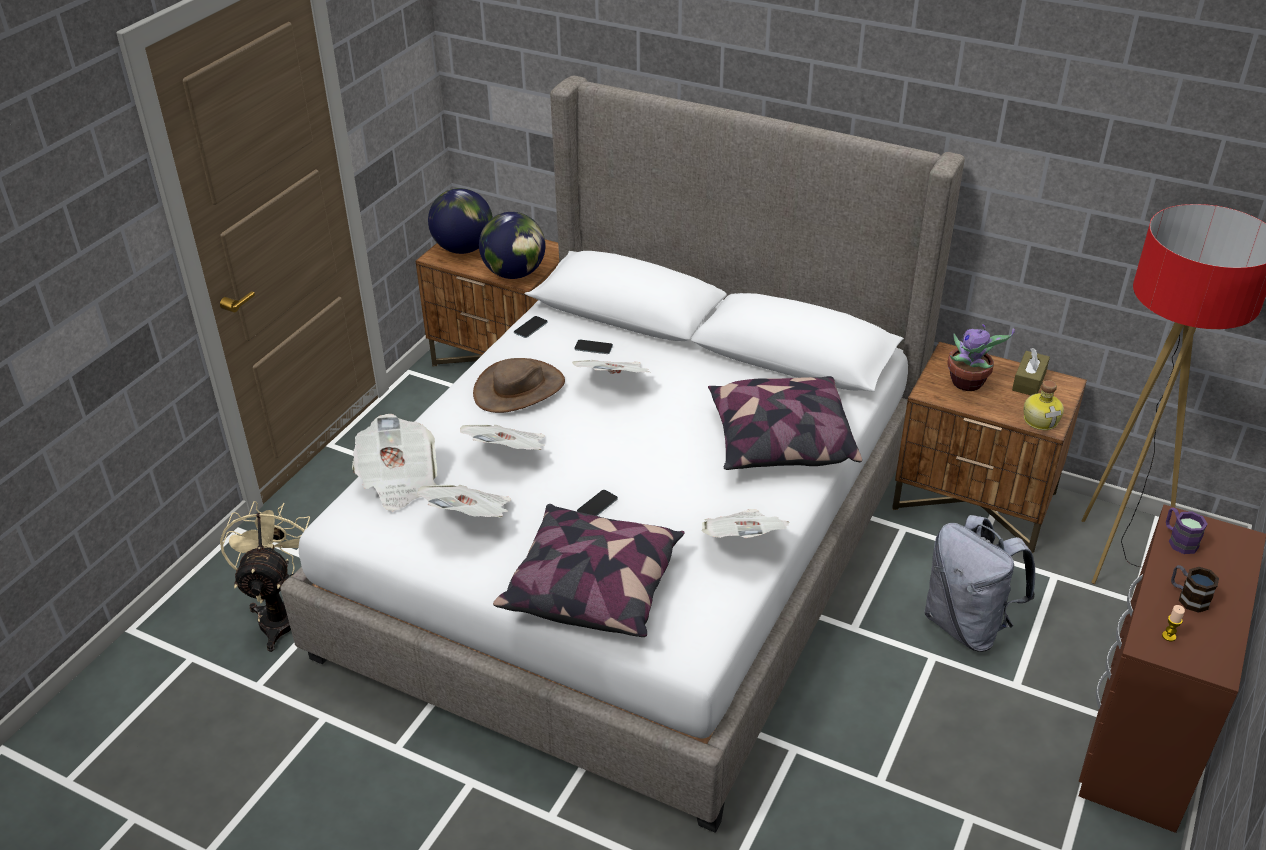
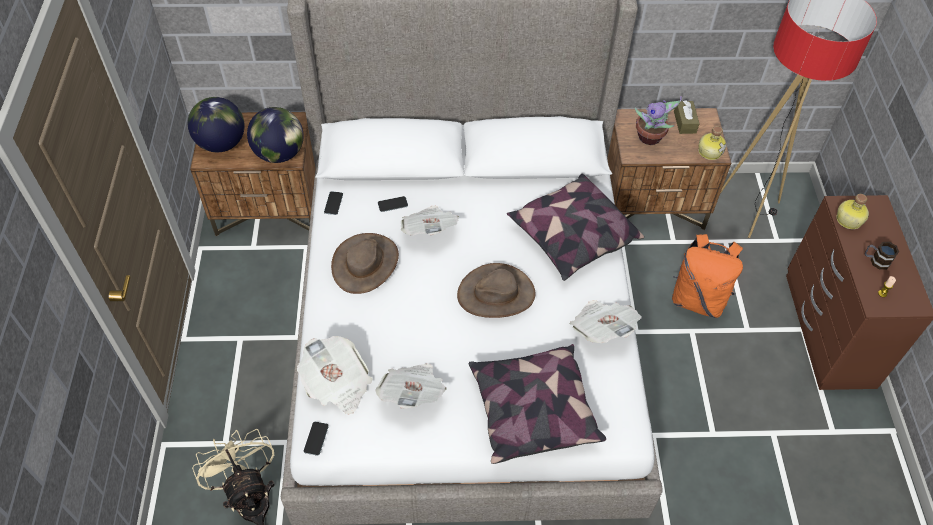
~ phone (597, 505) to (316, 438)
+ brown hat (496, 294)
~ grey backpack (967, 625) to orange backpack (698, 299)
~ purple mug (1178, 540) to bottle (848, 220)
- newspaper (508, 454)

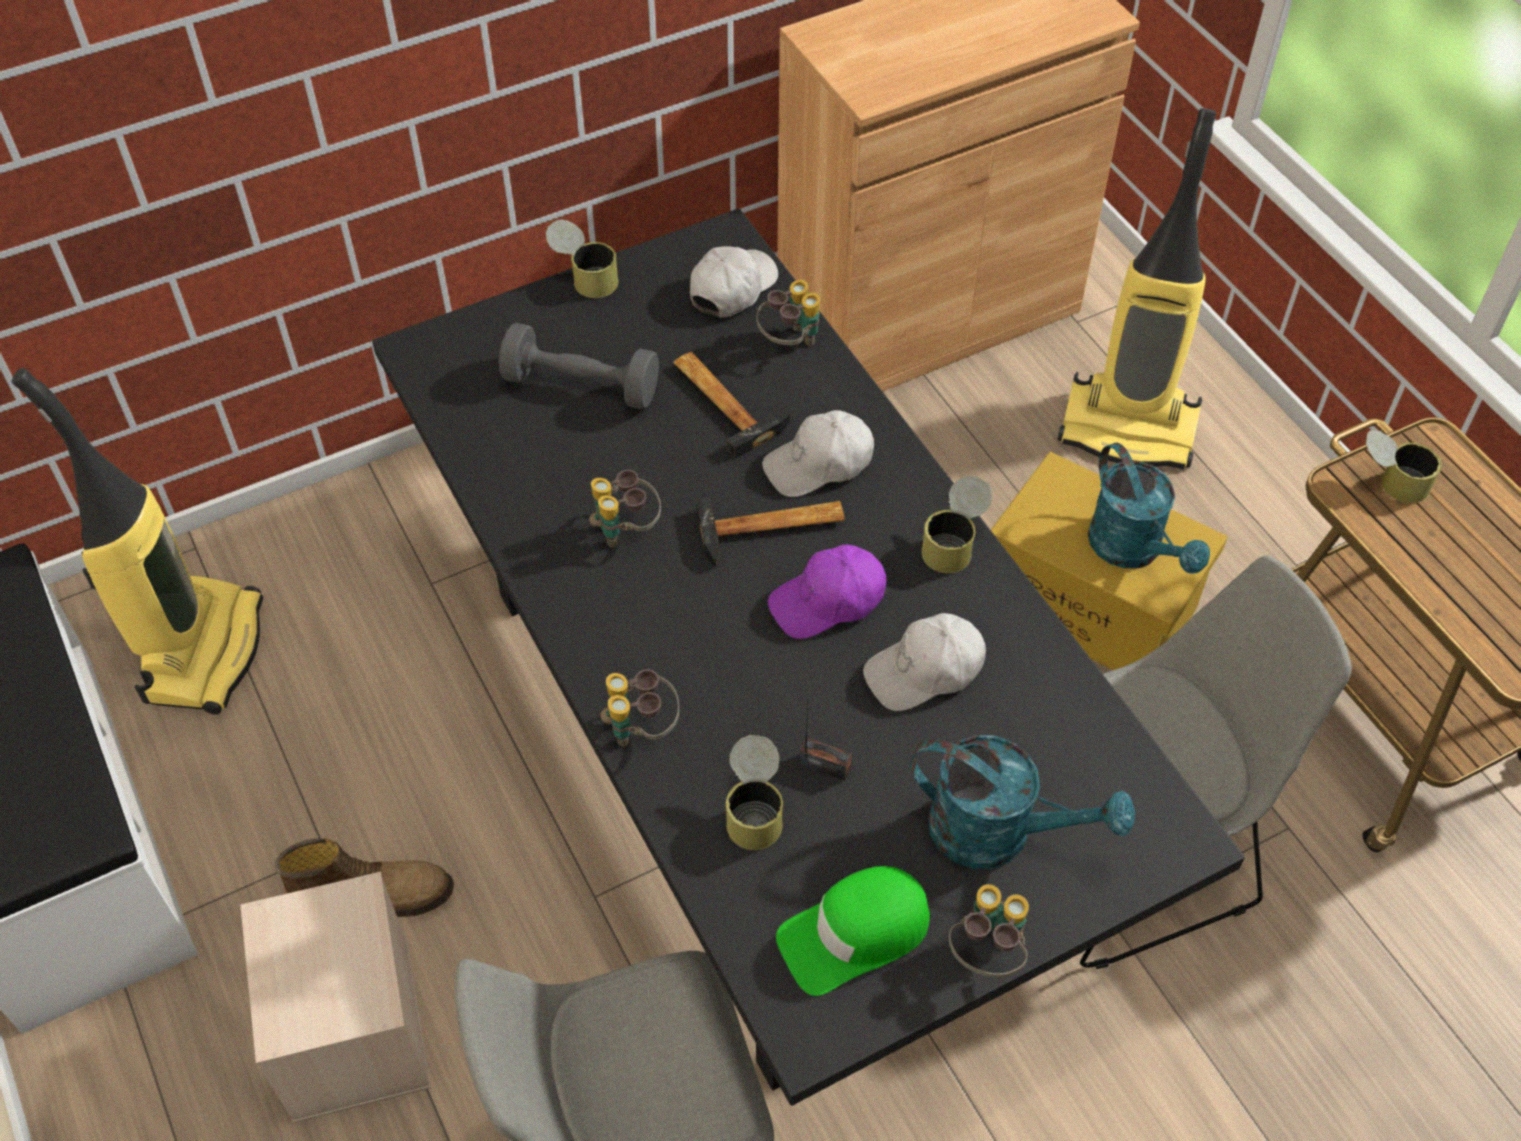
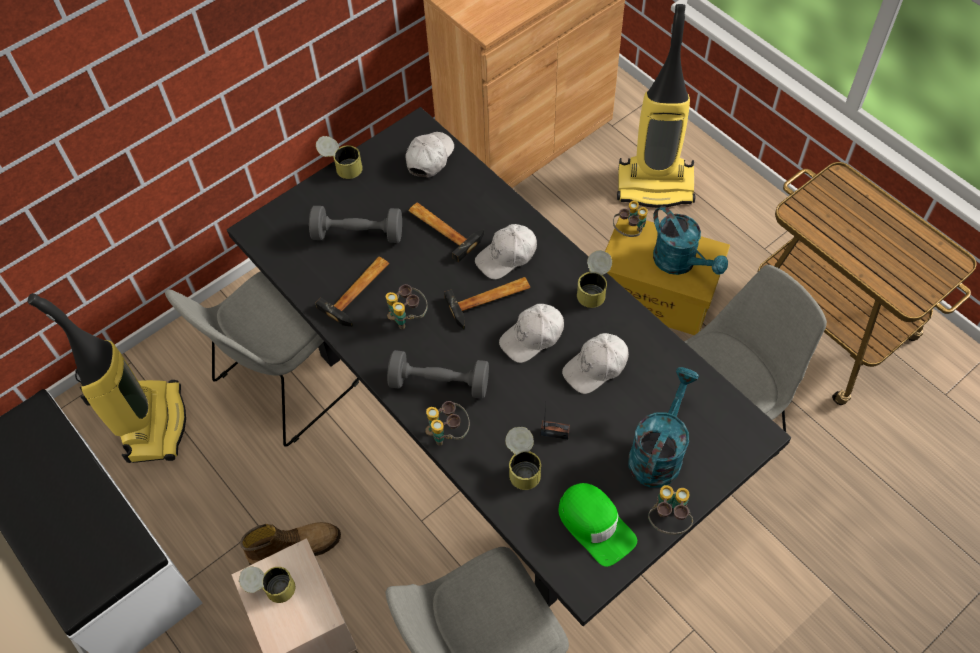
+ grey chair (284, 384)
~ can (1390, 482) to (271, 588)
+ hammer (360, 291)
+ grey dumbbell (439, 383)
~ purple cap (828, 601) to white cap (532, 337)
~ green cap (855, 934) = (595, 525) 90 degrees counterclockwise
~ binoculars (790, 342) to (629, 232)
~ turquoise watering can (998, 833) = (658, 451) 75 degrees counterclockwise

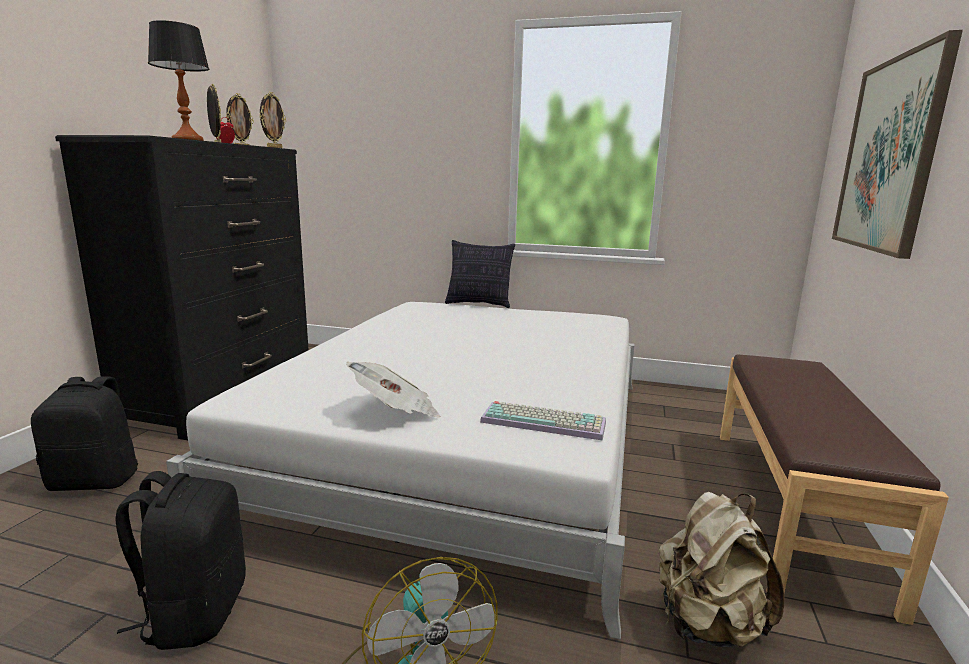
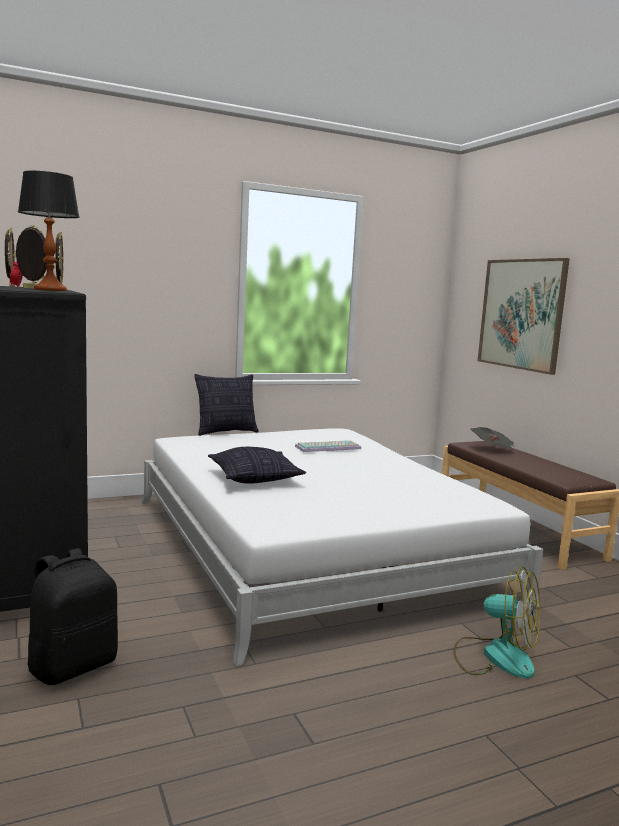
+ pillow (255, 478)
~ keyboard (545, 421) to (328, 447)
~ newspaper (396, 412) to (493, 450)
- black backpack (195, 612)
- beige backpack (707, 625)

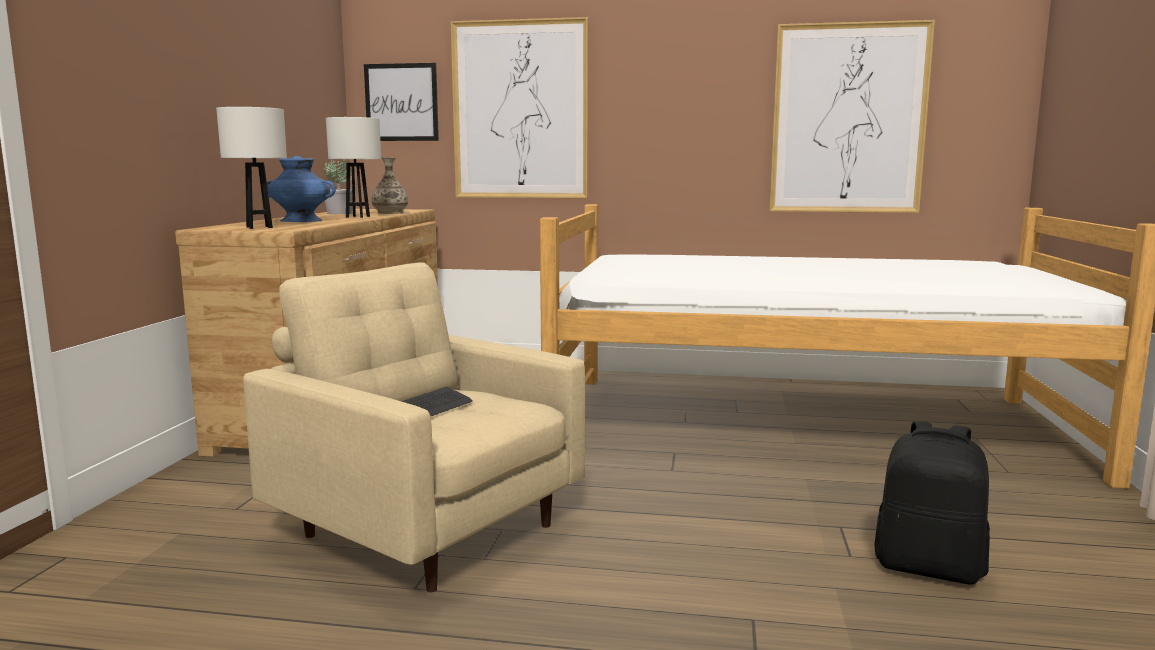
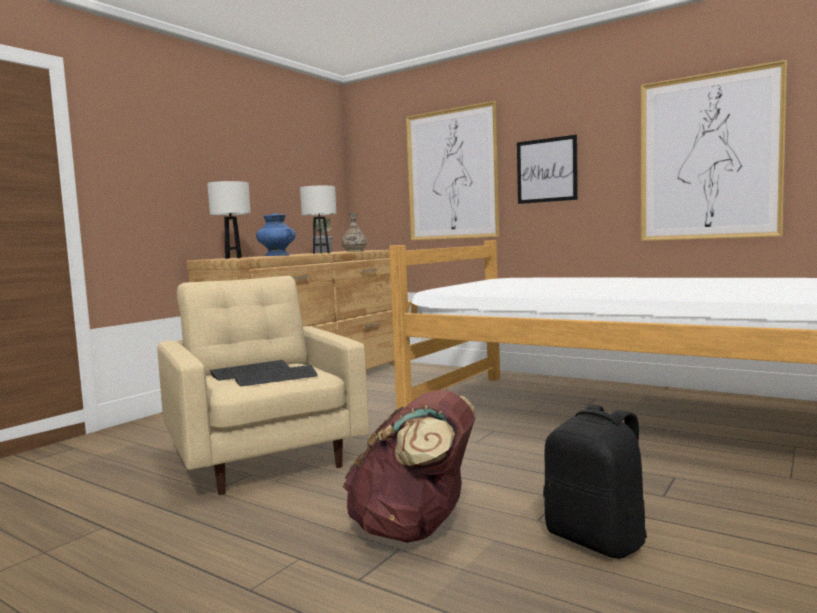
+ keyboard (276, 378)
+ brown backpack (414, 529)
~ picture (401, 102) to (546, 170)

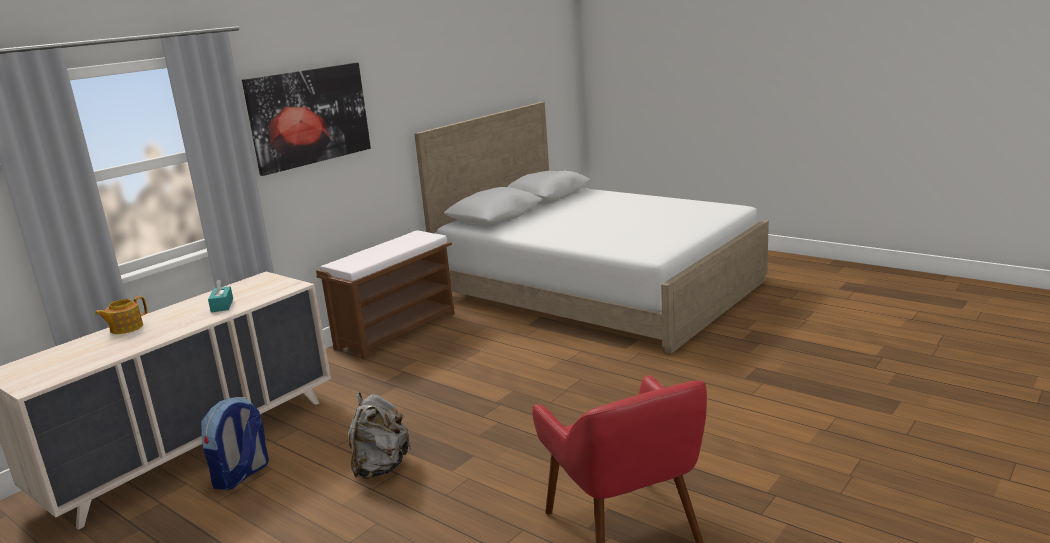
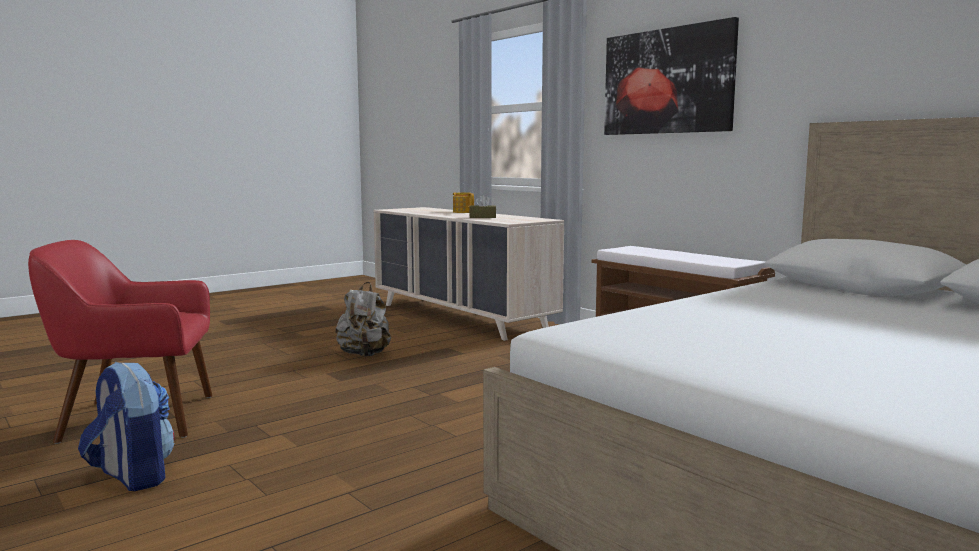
~ backpack (241, 475) to (132, 476)
~ turquoise tissue box (222, 305) to brown tissue box (482, 217)

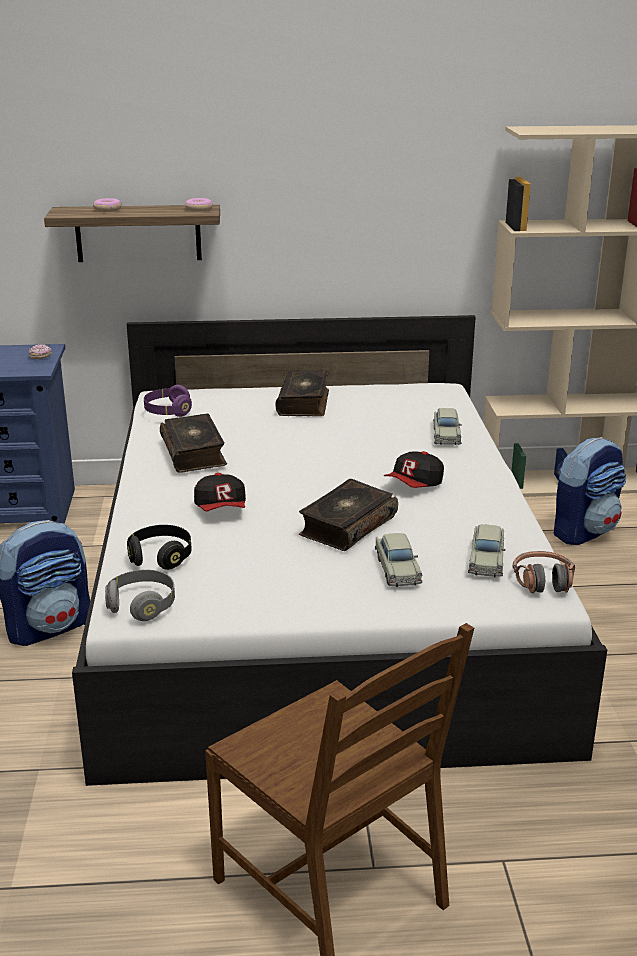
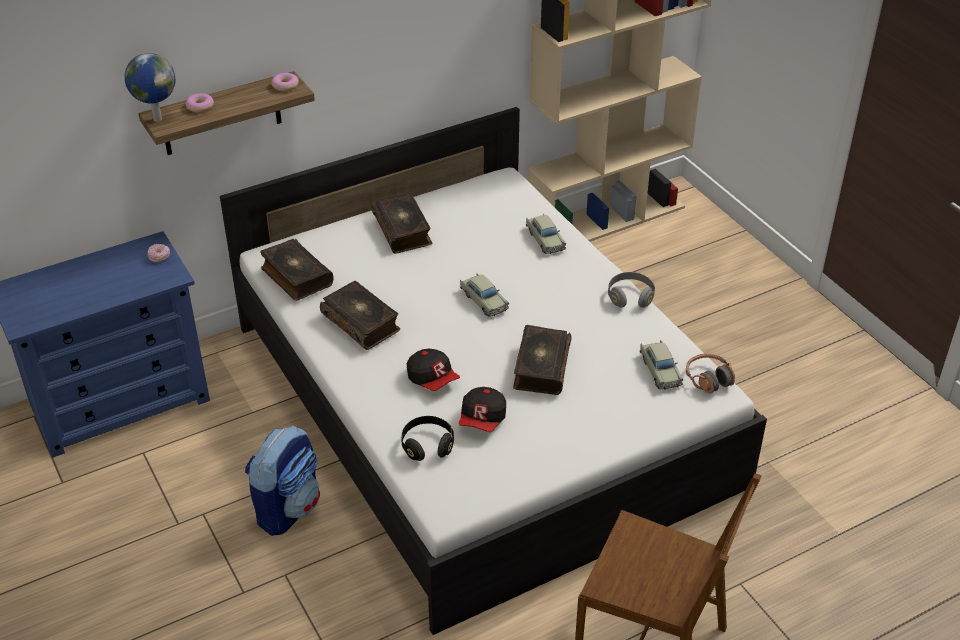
+ globe (157, 119)
~ purple headphones (168, 411) to book (296, 277)
~ cap (415, 485) to (483, 420)
~ beige toy car (397, 569) to (484, 300)
~ grey headphones (142, 605) to (630, 297)
- backpack (583, 531)

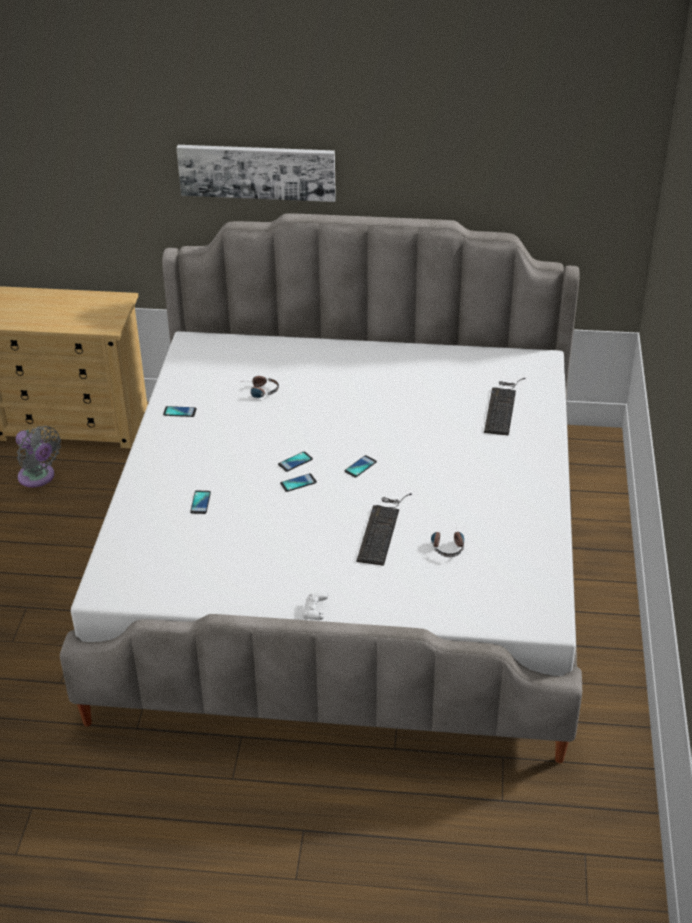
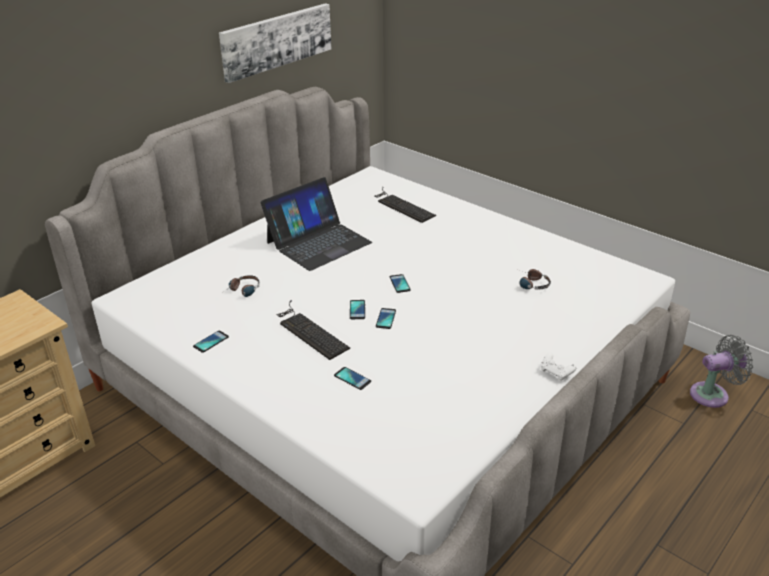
~ picture (257, 171) to (276, 40)
+ laptop (318, 242)
~ keyboard (382, 528) to (309, 331)
~ grey fan (38, 477) to (713, 394)

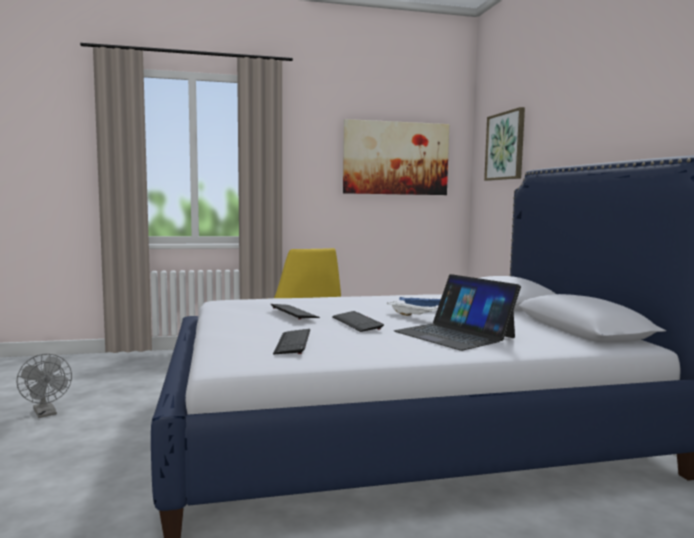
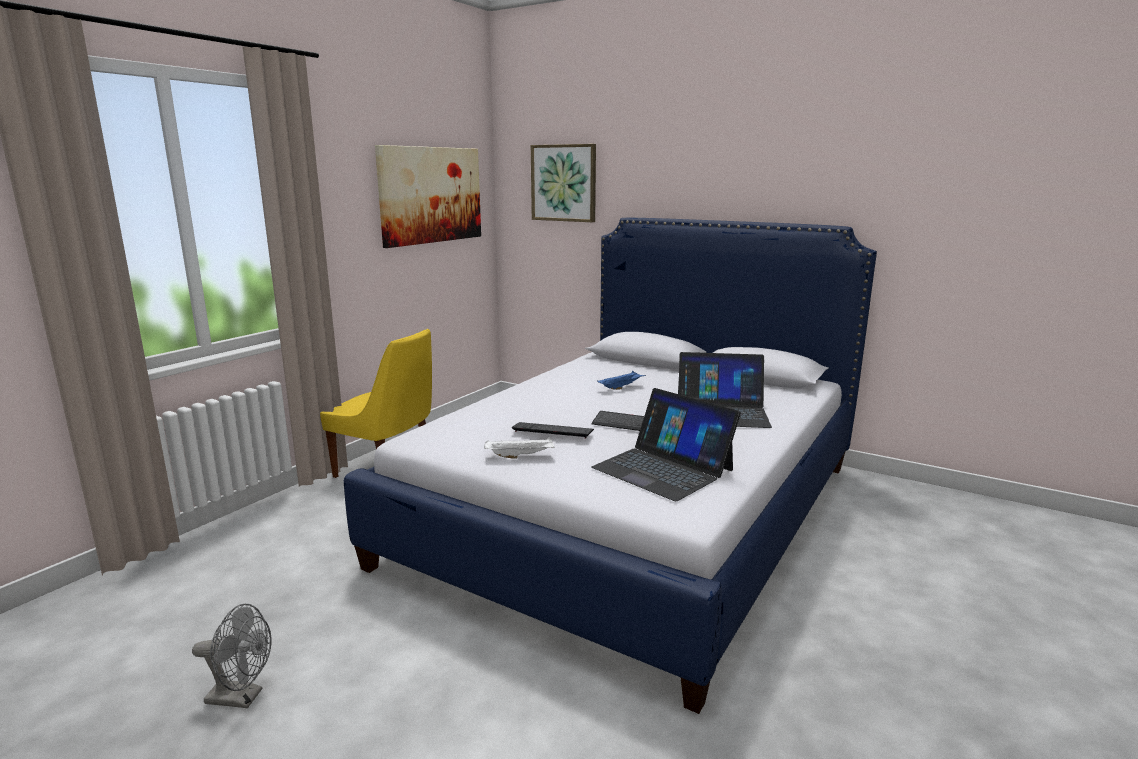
~ white tray (412, 316) to (520, 456)
~ keyboard (293, 343) to laptop (663, 468)

